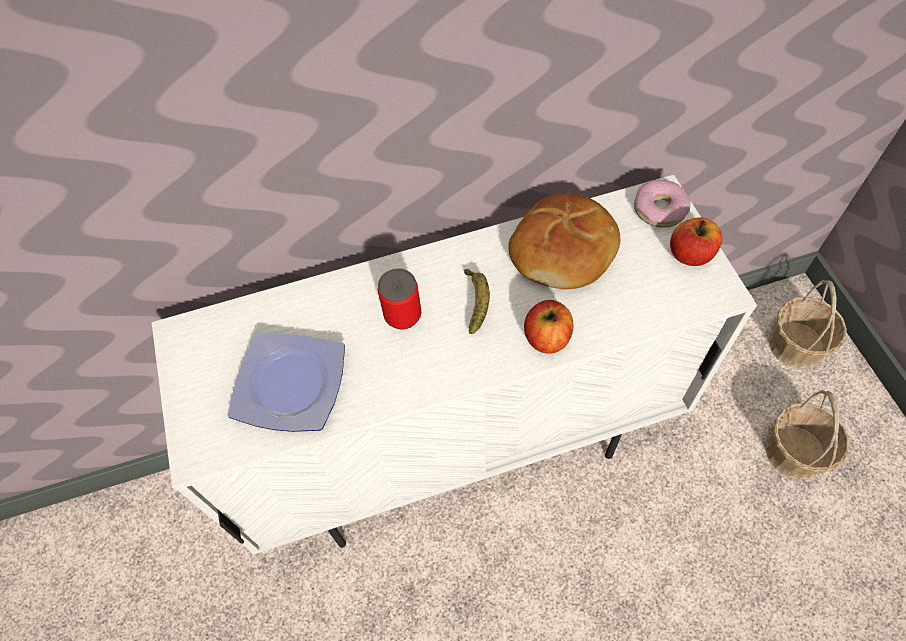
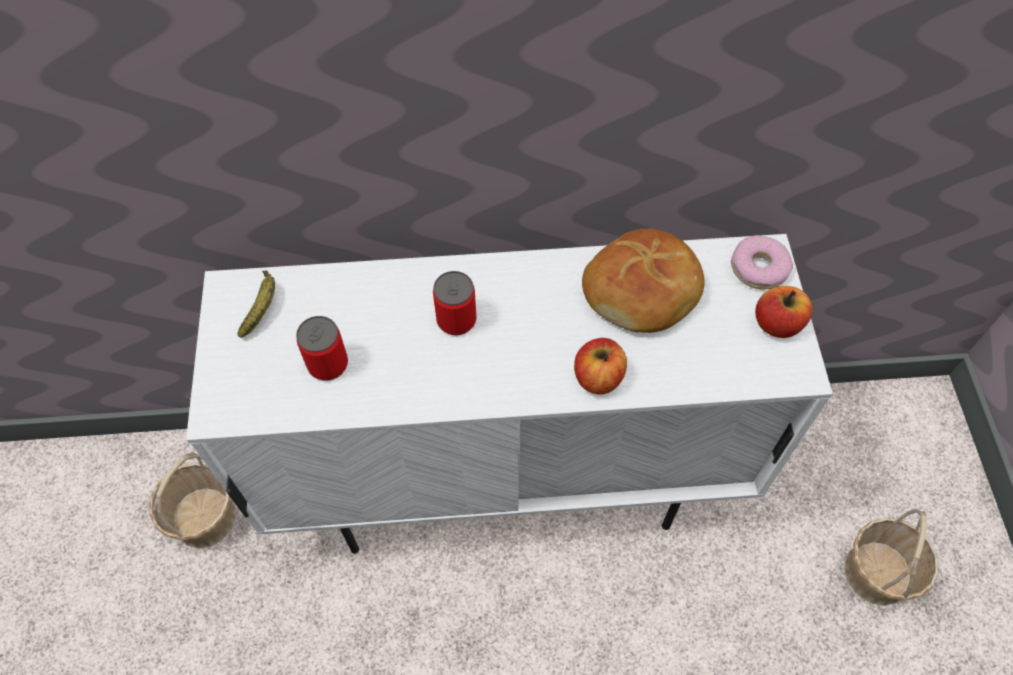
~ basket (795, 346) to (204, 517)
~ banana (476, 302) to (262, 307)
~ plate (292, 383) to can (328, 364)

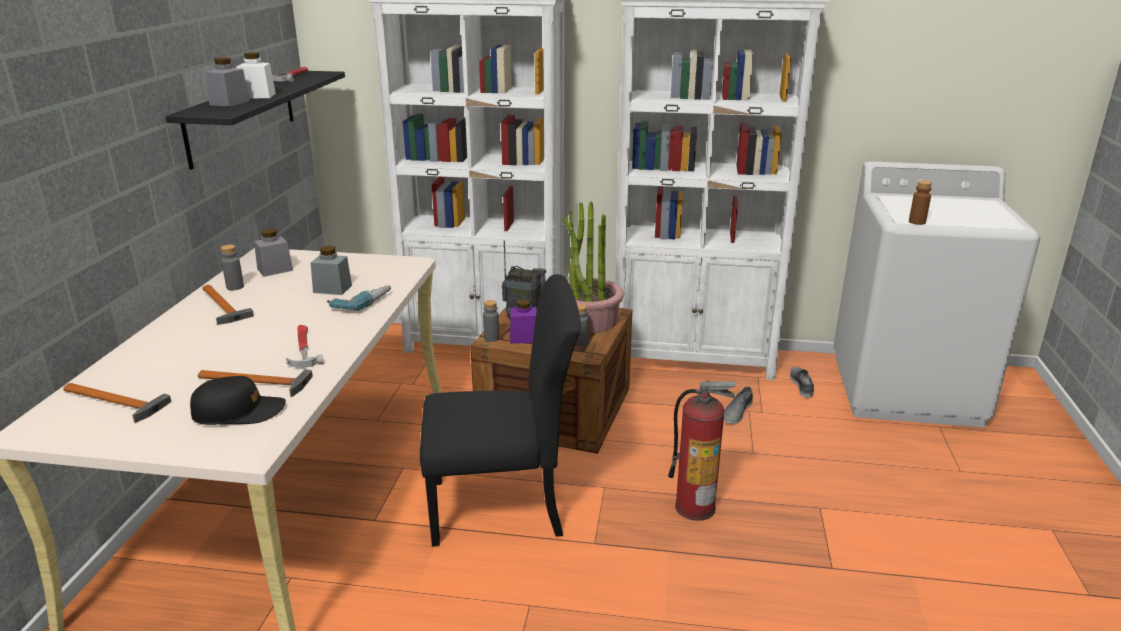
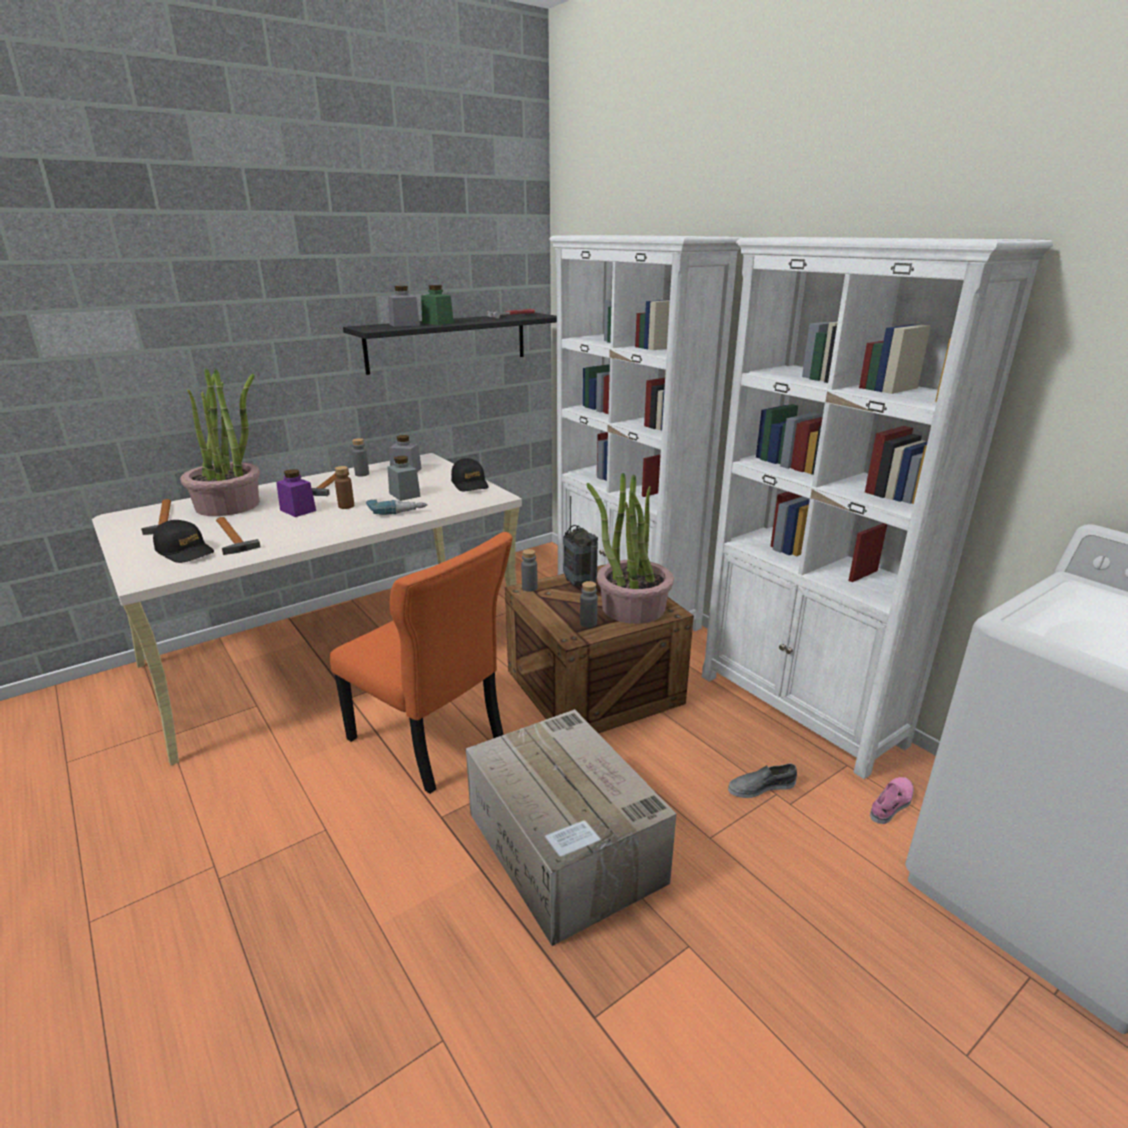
+ potted plant (228, 505)
~ purple jar (524, 338) to (298, 510)
~ black chair (503, 508) to orange chair (430, 742)
~ brown bottle (917, 222) to (346, 506)
~ white jar (258, 96) to green jar (437, 323)
+ black cap (470, 484)
~ fire extinguisher (695, 507) to cardboard box (566, 849)
~ grey shoe (802, 385) to pink shoe (891, 804)
- hammer (303, 349)

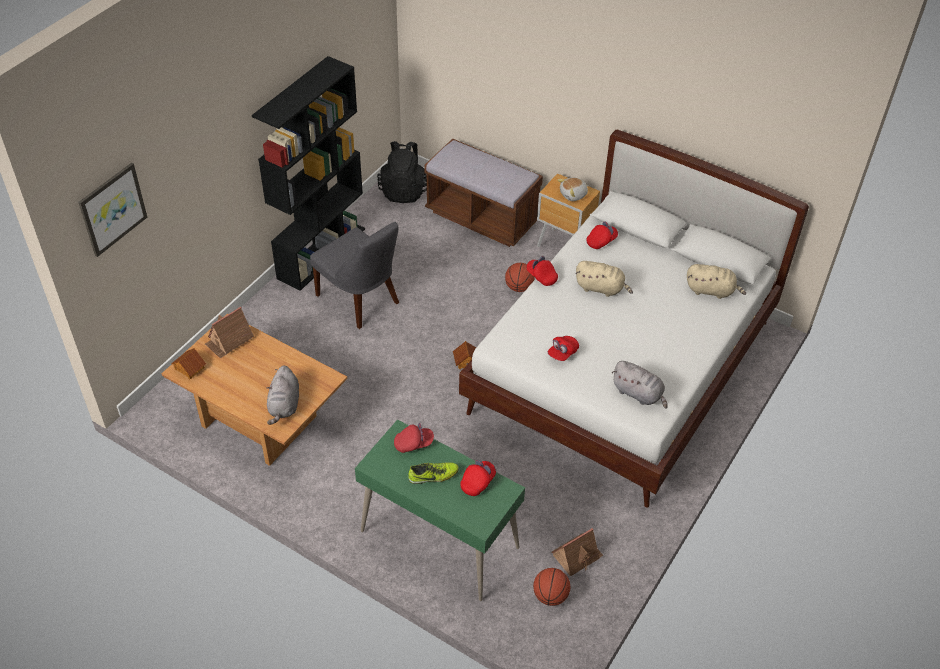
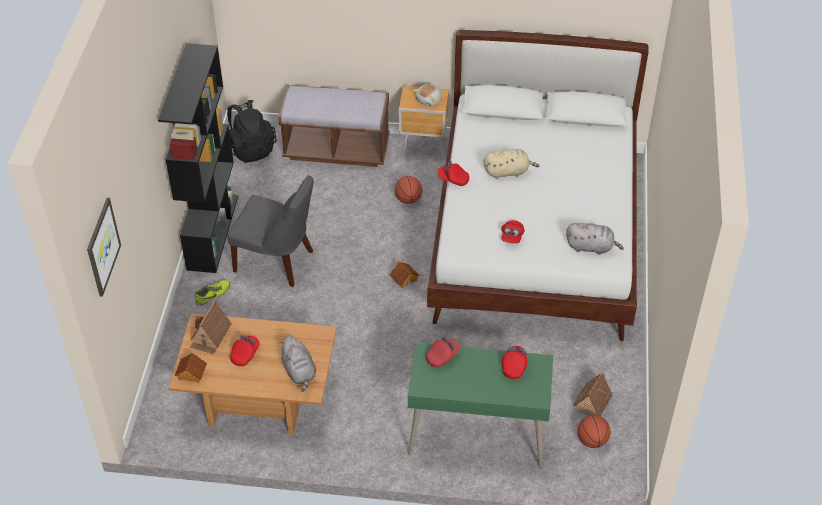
~ shoe (433, 476) to (213, 295)
~ red cap (601, 241) to (245, 354)
- beige plush toy (711, 291)

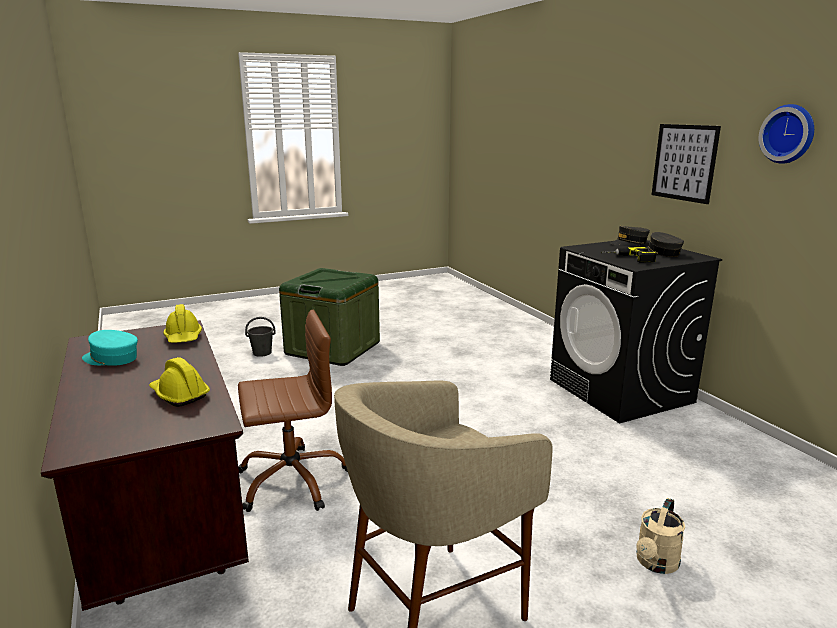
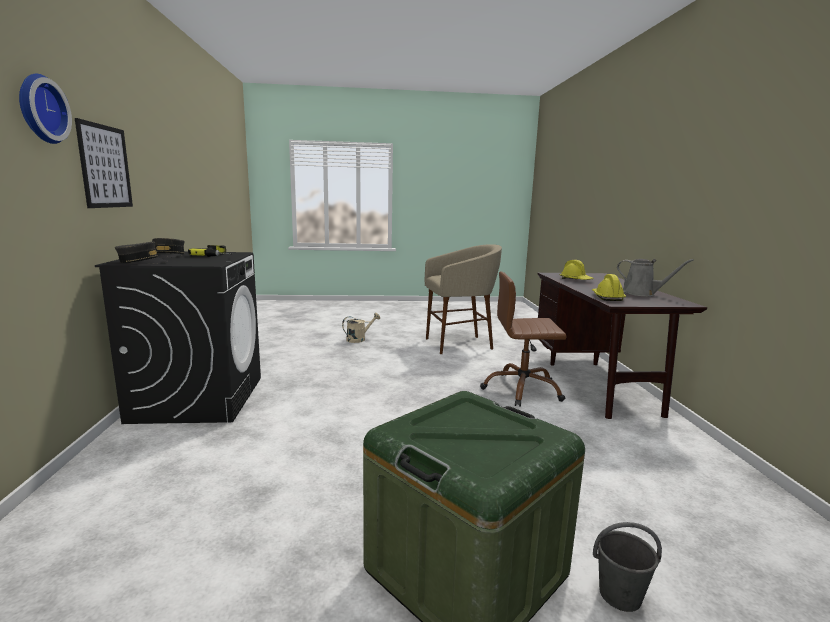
~ wall clock (789, 134) to (39, 109)
~ turquoise cap (111, 358) to grey watering can (642, 293)

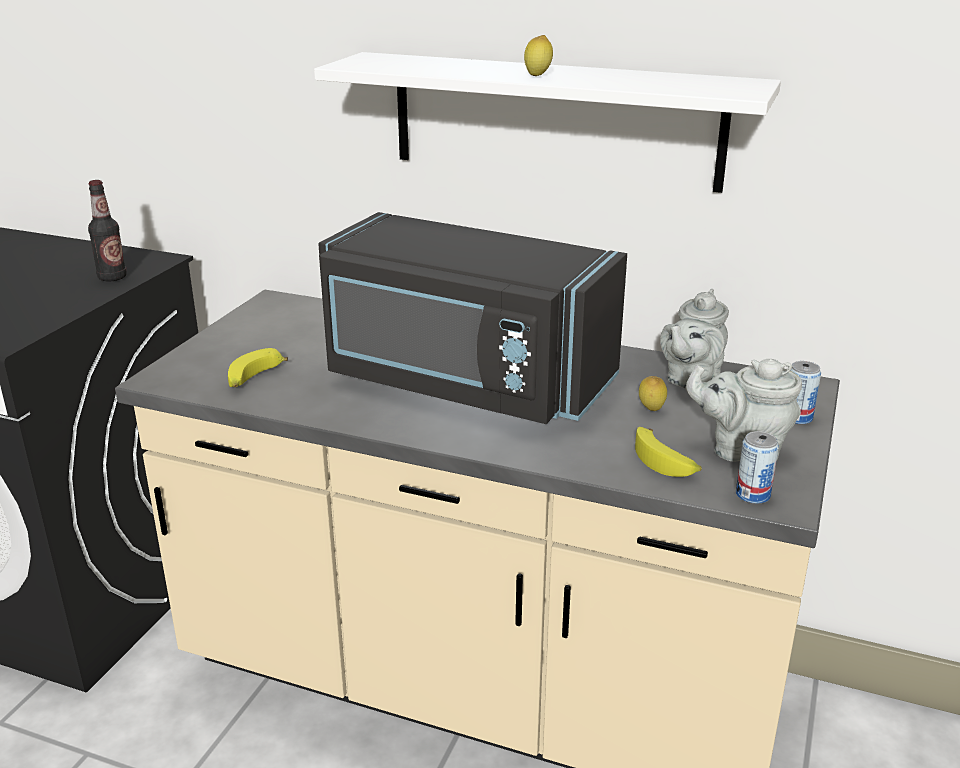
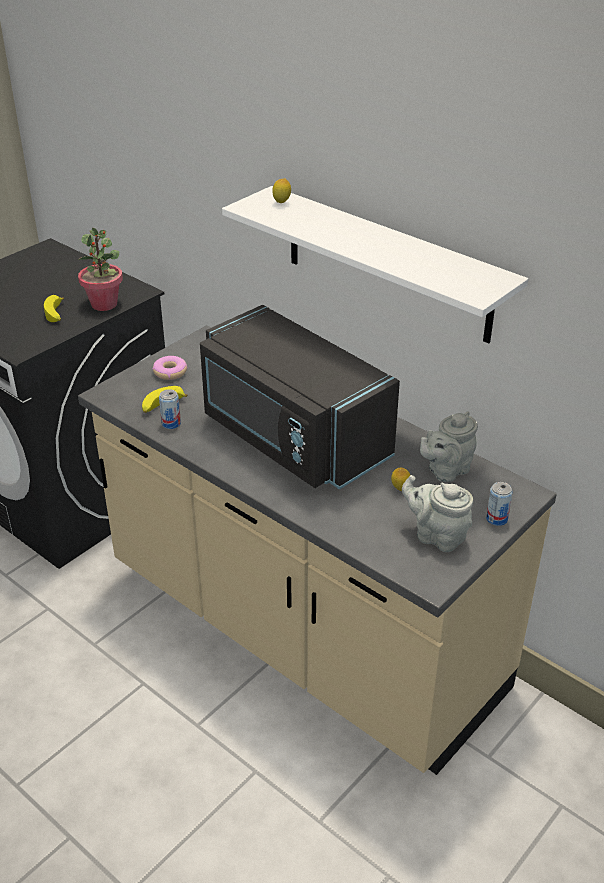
~ banana (665, 462) to (56, 314)
~ bottle (112, 277) to potted plant (104, 304)
+ donut (170, 372)
~ can (752, 495) to (171, 424)
~ lemon (538, 76) to (281, 203)

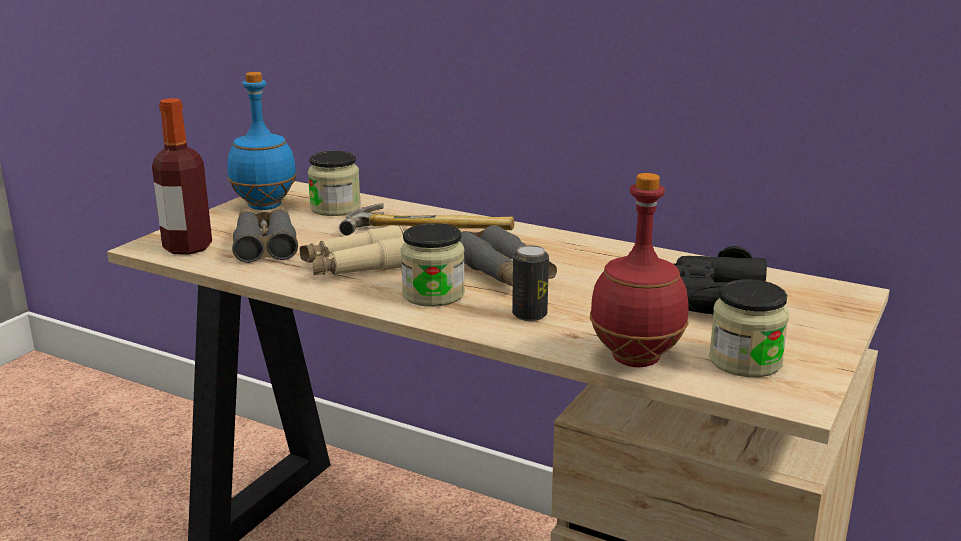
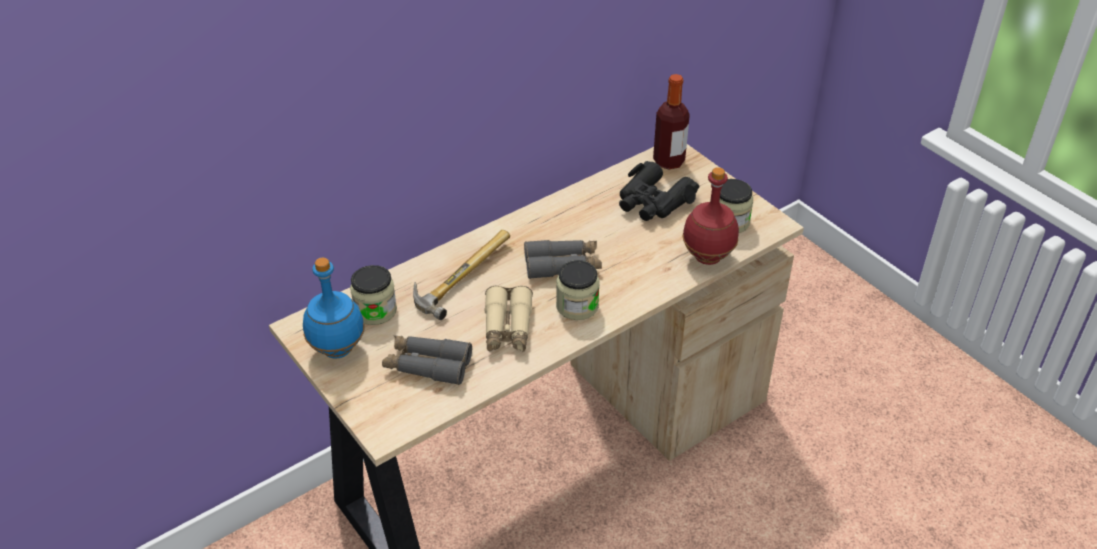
~ bottle (187, 247) to (668, 161)
- can (529, 315)

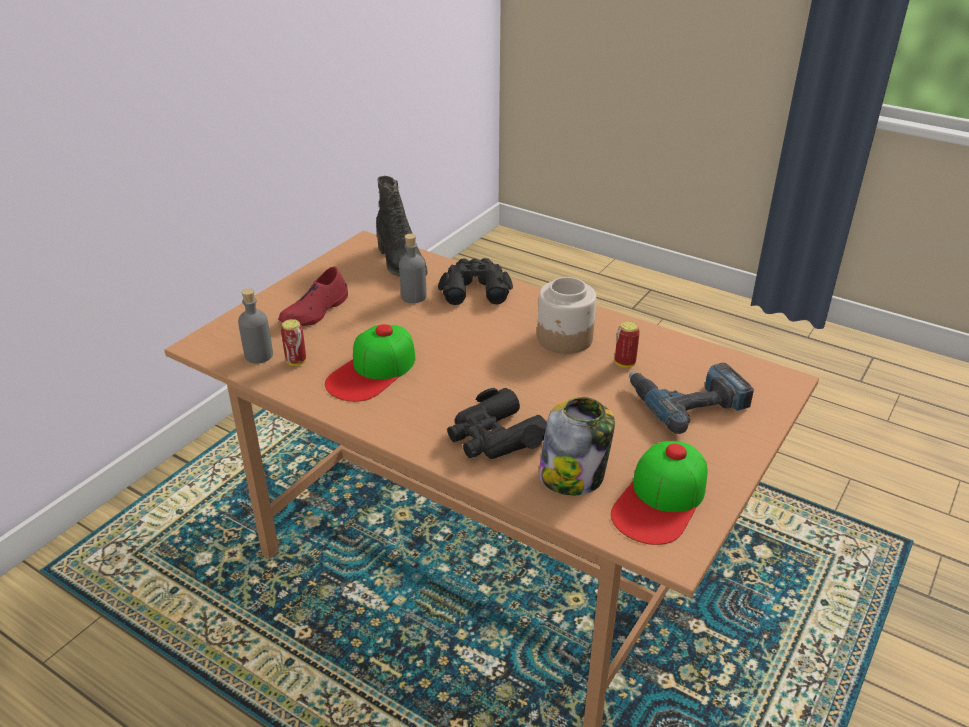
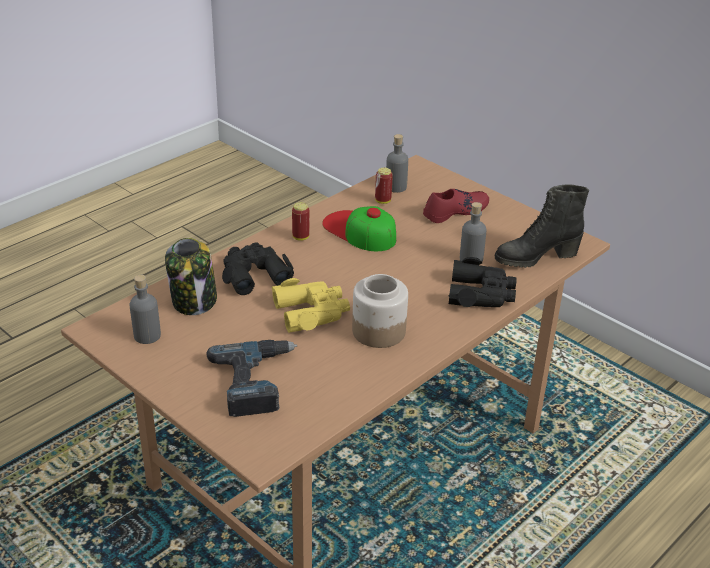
~ cap (661, 500) to grey bottle (147, 336)
+ yellow binoculars (311, 312)
~ can (625, 363) to (300, 237)
~ red shoe (315, 311) = (455, 211) 105 degrees clockwise

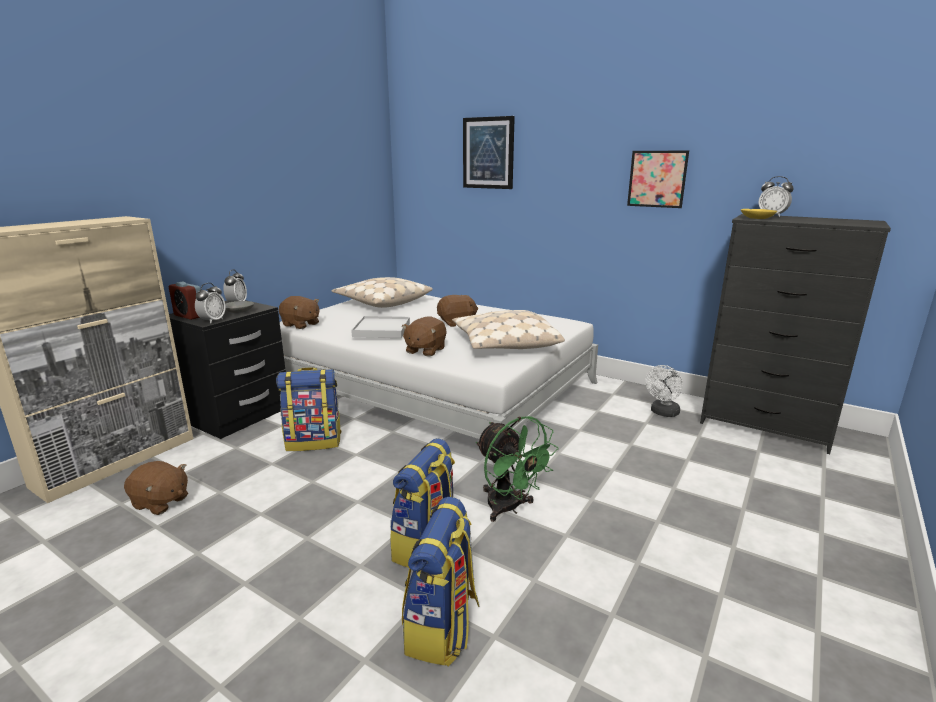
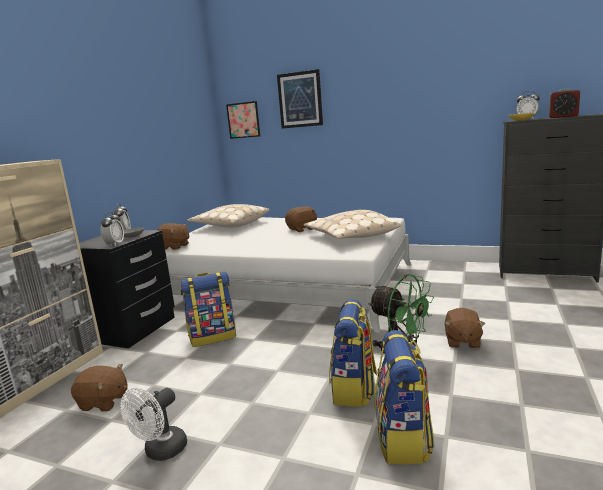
~ white fan (663, 413) to (161, 452)
~ picture (657, 179) to (243, 120)
~ brown plush toy (425, 350) to (462, 341)
~ alarm clock (189, 316) to (563, 117)
- white tray (382, 330)

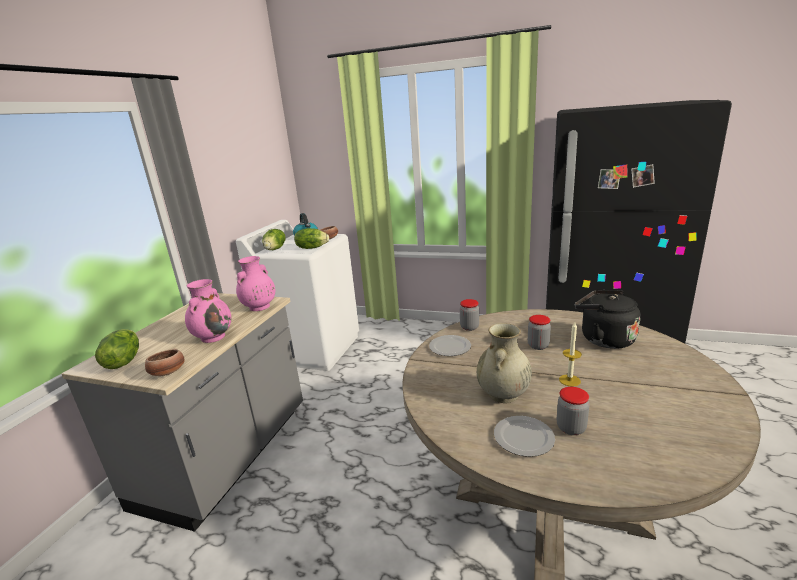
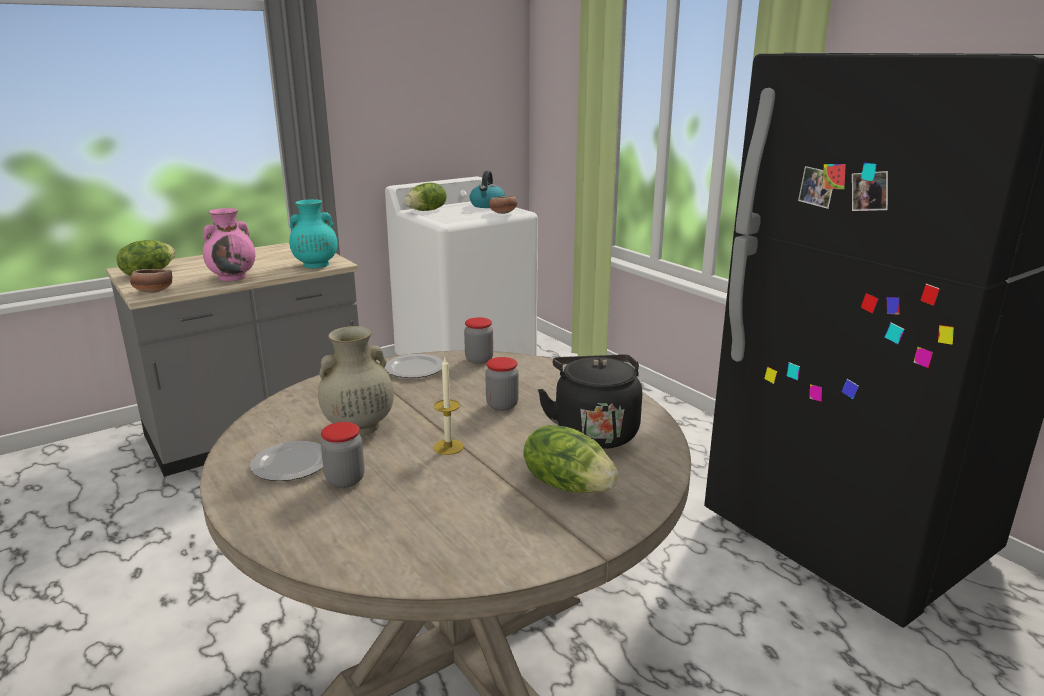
~ pink vase (259, 307) to turquoise vase (315, 265)
~ lettuce (312, 248) to (568, 484)

